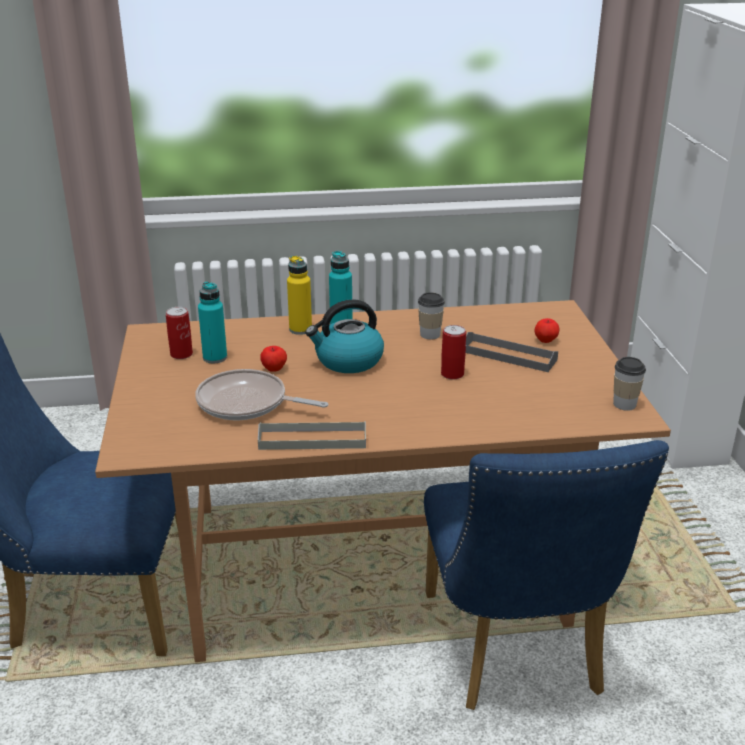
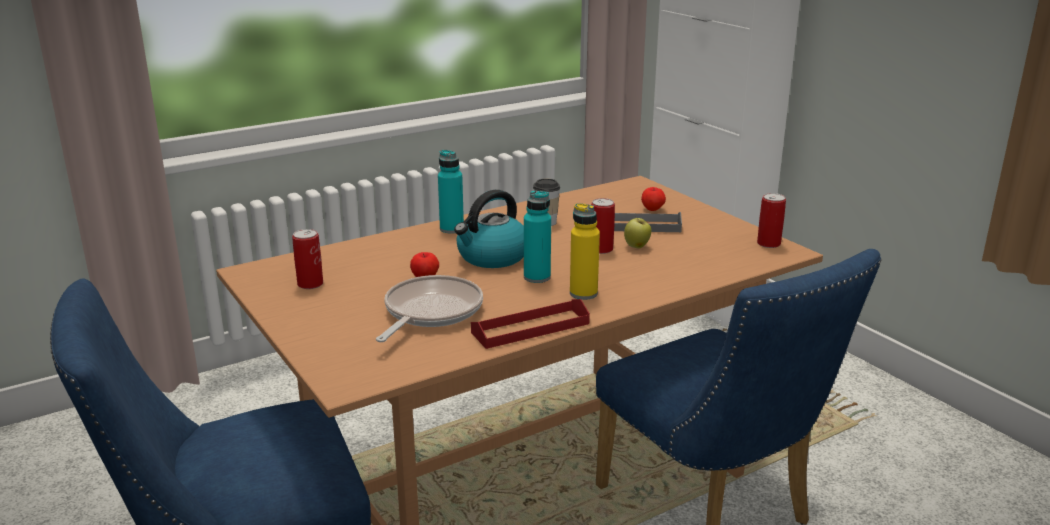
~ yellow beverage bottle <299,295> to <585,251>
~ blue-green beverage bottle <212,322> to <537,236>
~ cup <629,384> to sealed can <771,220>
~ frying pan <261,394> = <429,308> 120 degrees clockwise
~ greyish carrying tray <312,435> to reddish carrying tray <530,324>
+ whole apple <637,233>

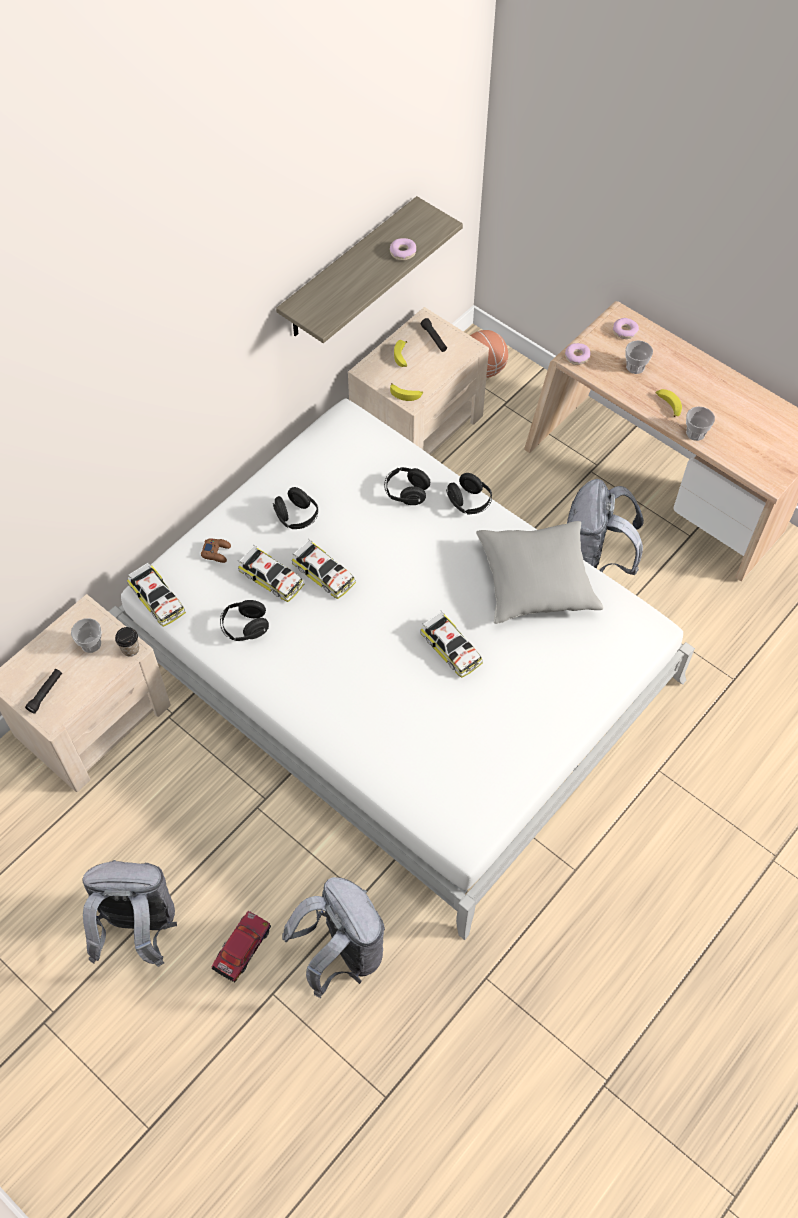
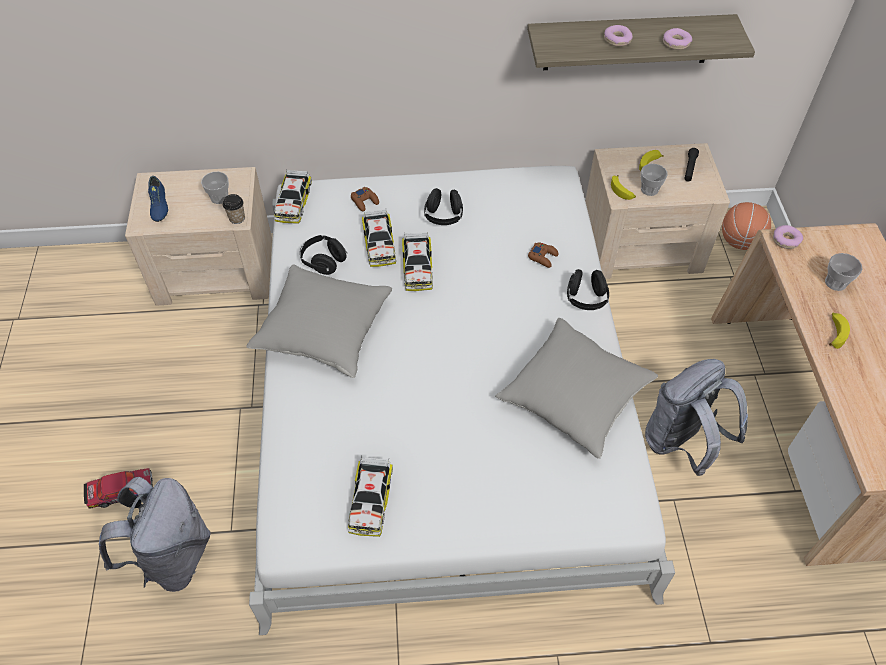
~ donut <626,328> to <618,35>
~ cup <700,423> to <654,180>
~ blackish headset <407,486> to brownish joypad <543,255>
~ model car <451,644> to <370,496>
~ blackish hand torch <43,691> to bluish shoe <158,199>
- greyish backpack <129,913>
+ greyish throw pillow <319,321>

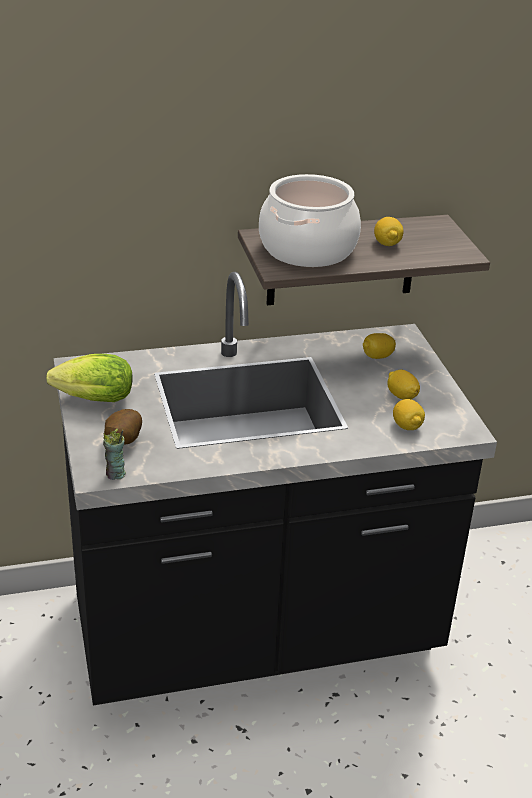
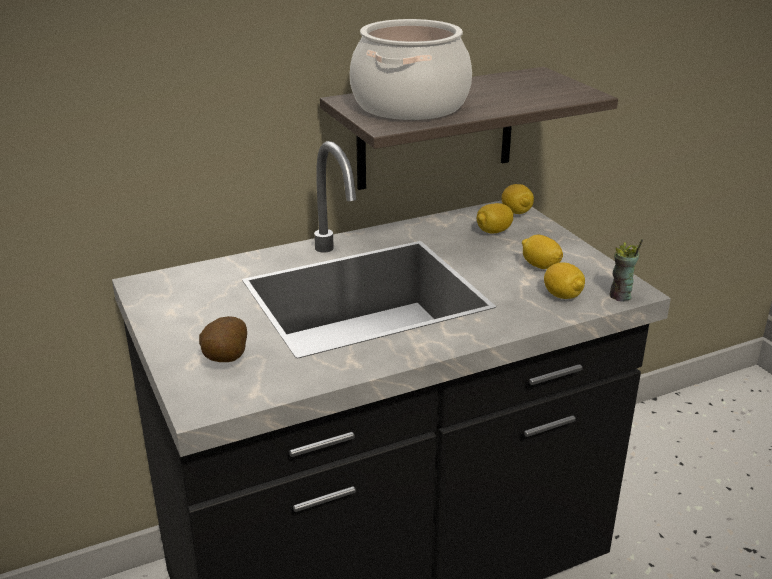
~ whole lemon <389,231> to <518,199>
- lettuce <89,378>
~ cup <114,454> to <626,270>

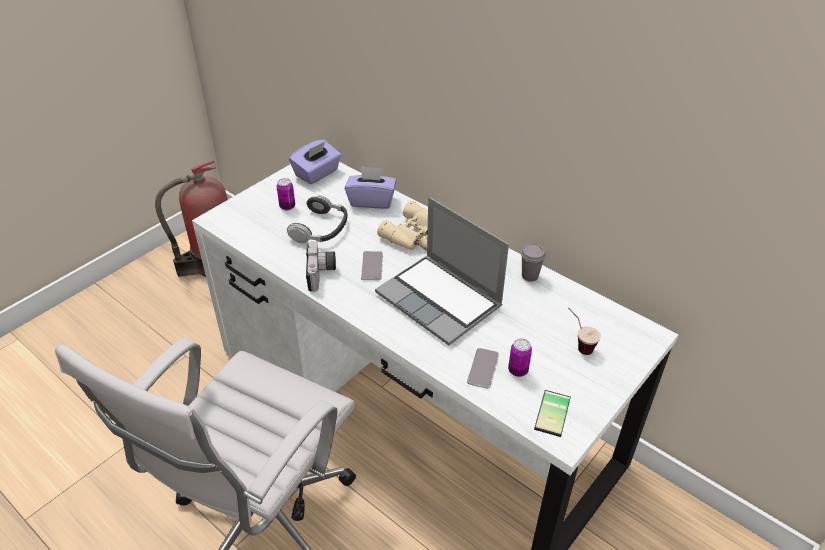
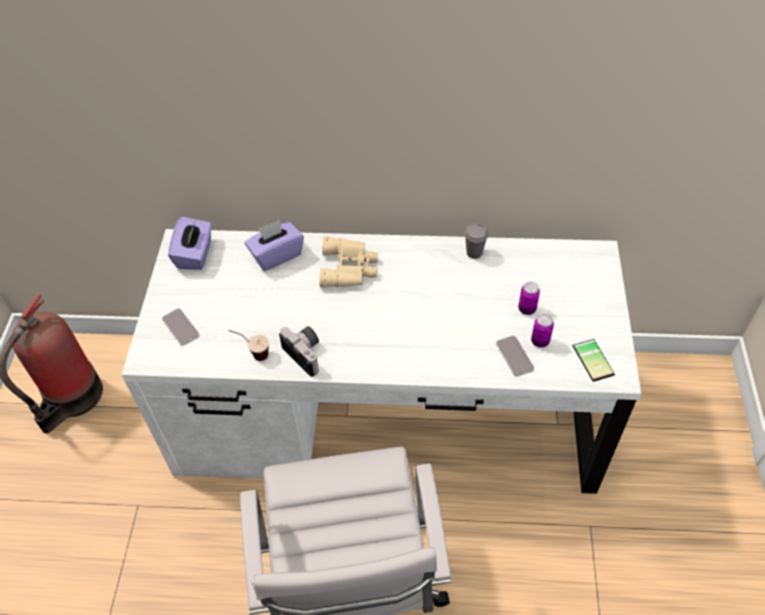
~ sealed can <285,194> to <529,298>
- headset <317,219>
- notebook computer <442,271>
~ phone <372,265> to <180,327>
~ cup <584,331> to <248,345>

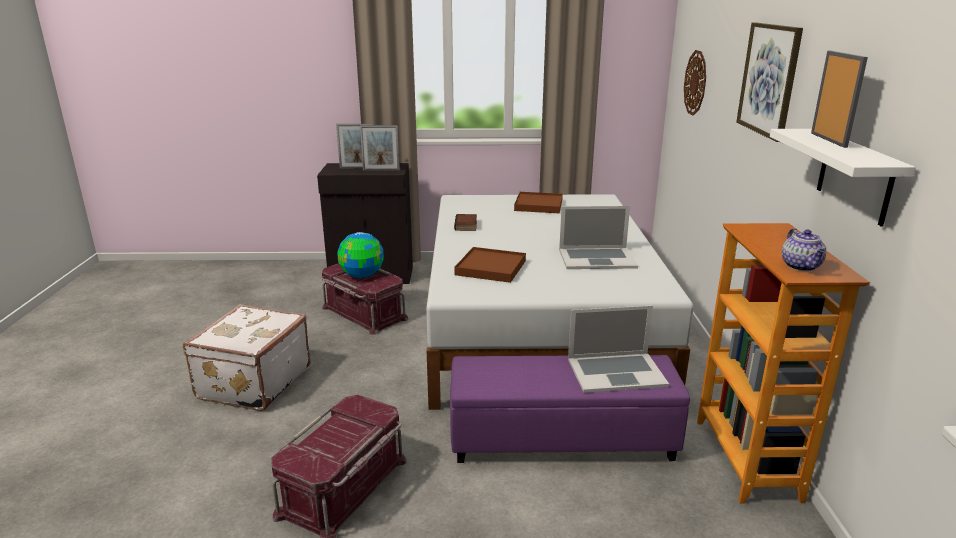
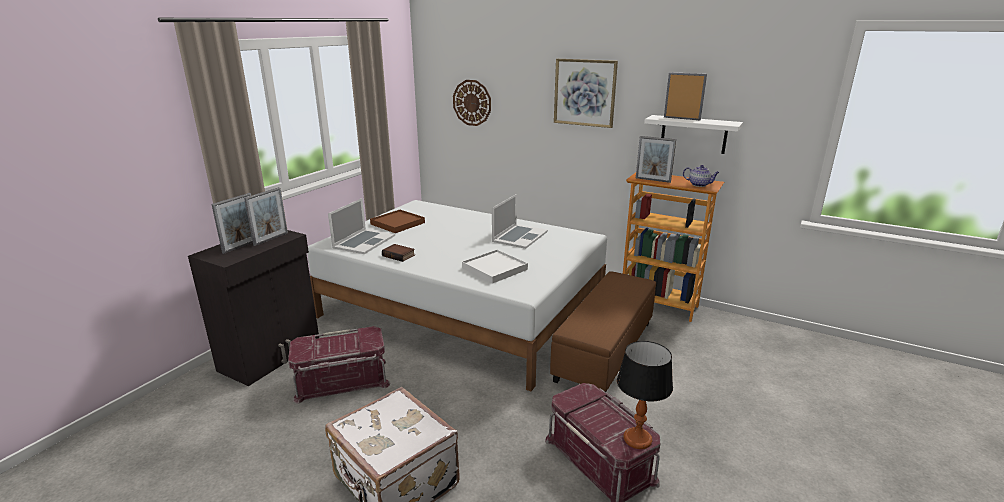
- world globe <360,255>
~ brownish carrying tray <490,265> to white carrying tray <495,267>
~ notebook computer <618,349> to <361,226>
~ purple ottoman <570,409> to brownish ottoman <603,331>
+ picture frame <656,159>
+ table lamp <645,395>

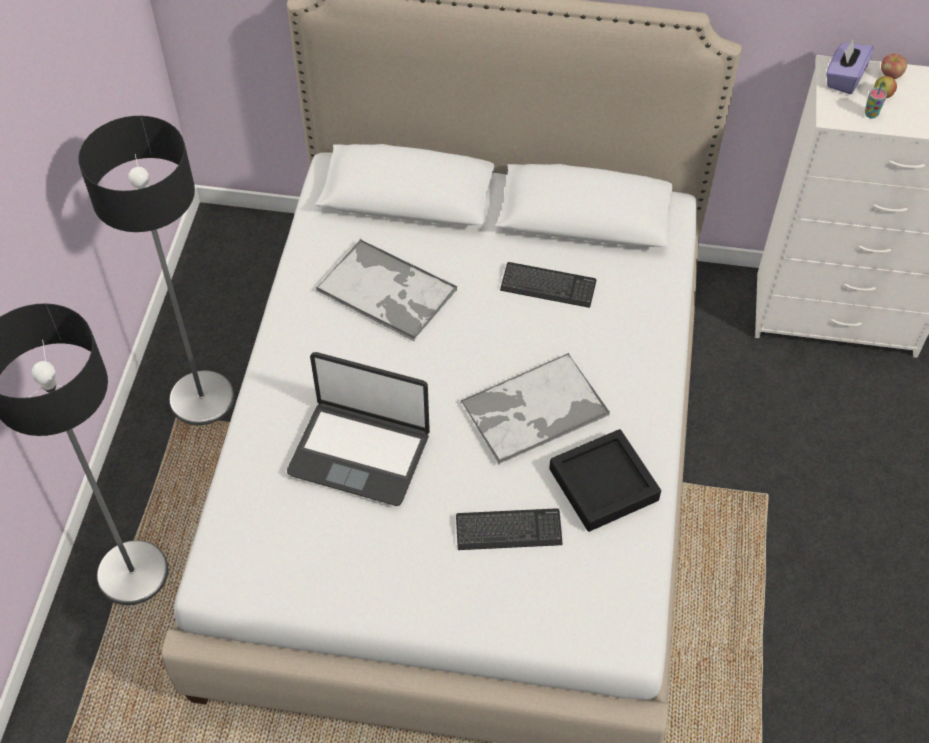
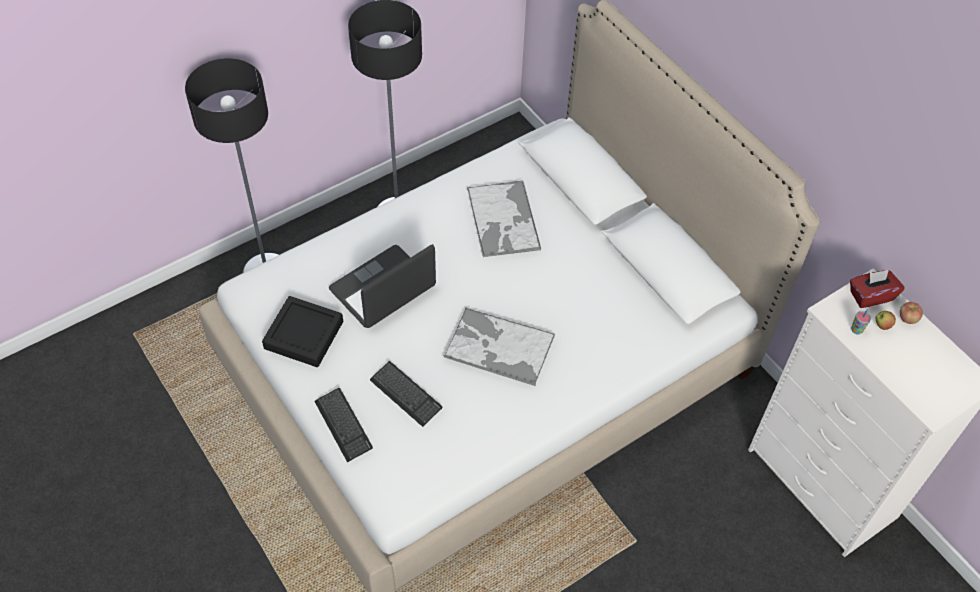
~ purple box of tissues <850,67> to reddish box of tissues <877,289>
~ keyboard <548,285> to <343,425>
~ notebook computer <358,429> = <382,286> 75 degrees clockwise
~ blackish carrying tray <605,480> to <302,331>

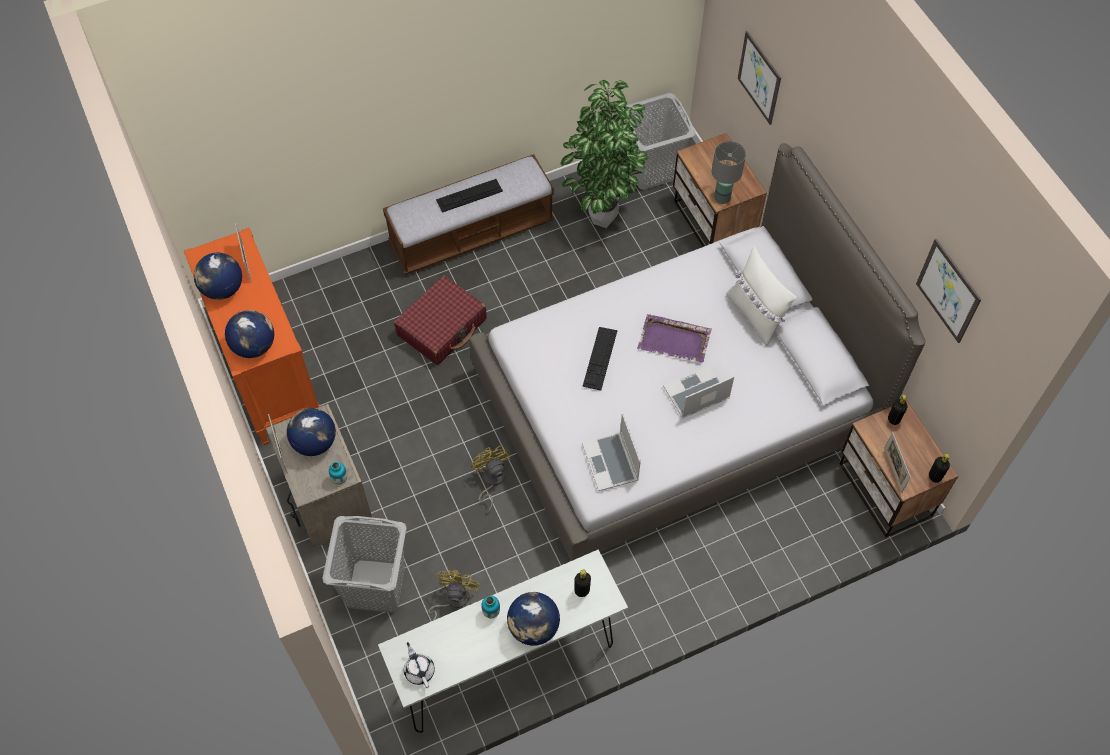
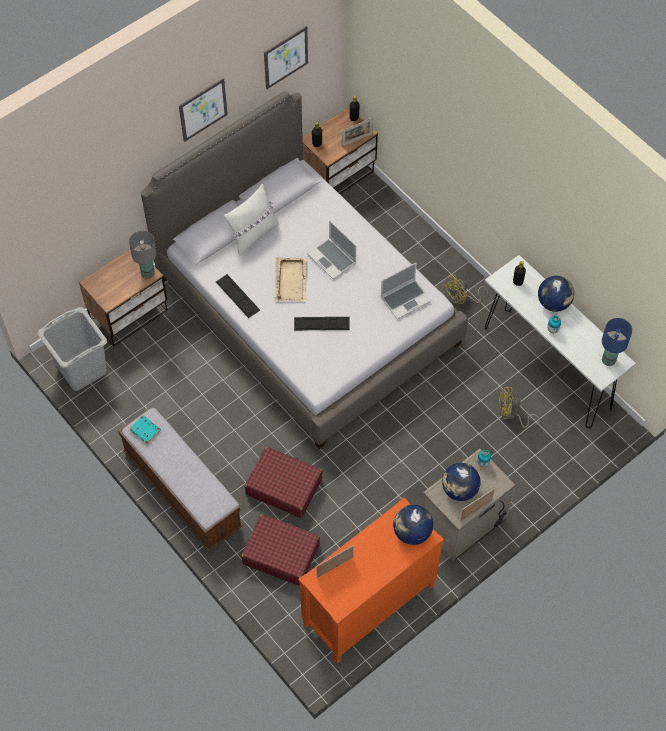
~ wall picture <759,78> to <203,110>
- houseplant <604,154>
~ keyboard <469,196> to <238,296>
- world globe <218,276>
~ purple carrying tray <674,338> to sand-coloured carrying tray <290,279>
~ yellow cooling fan <490,479> to <465,289>
- greyish hamper <364,564>
~ white pot for tea <419,665> to bluish table lamp <617,342>
+ blue-green bound book <145,429>
+ reddish piece of luggage <280,550>

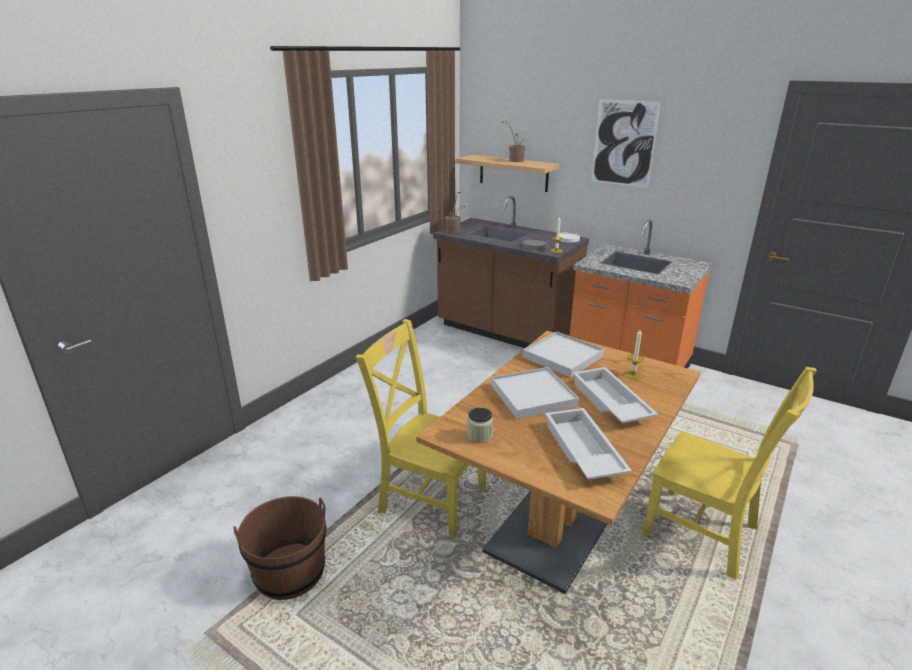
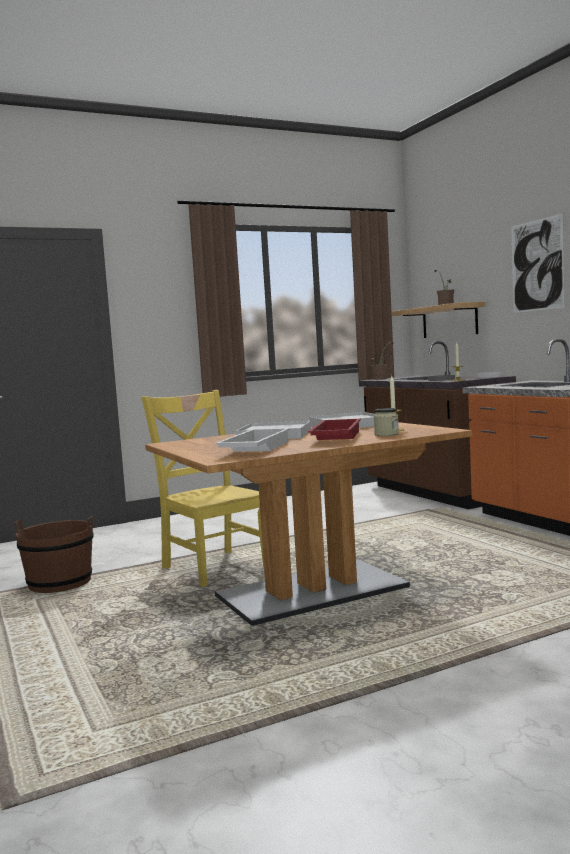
~ white carrying tray <615,395> to reddish carrying tray <334,429>
- yellow chair <729,473>
~ storage jar <480,425> to <386,422>

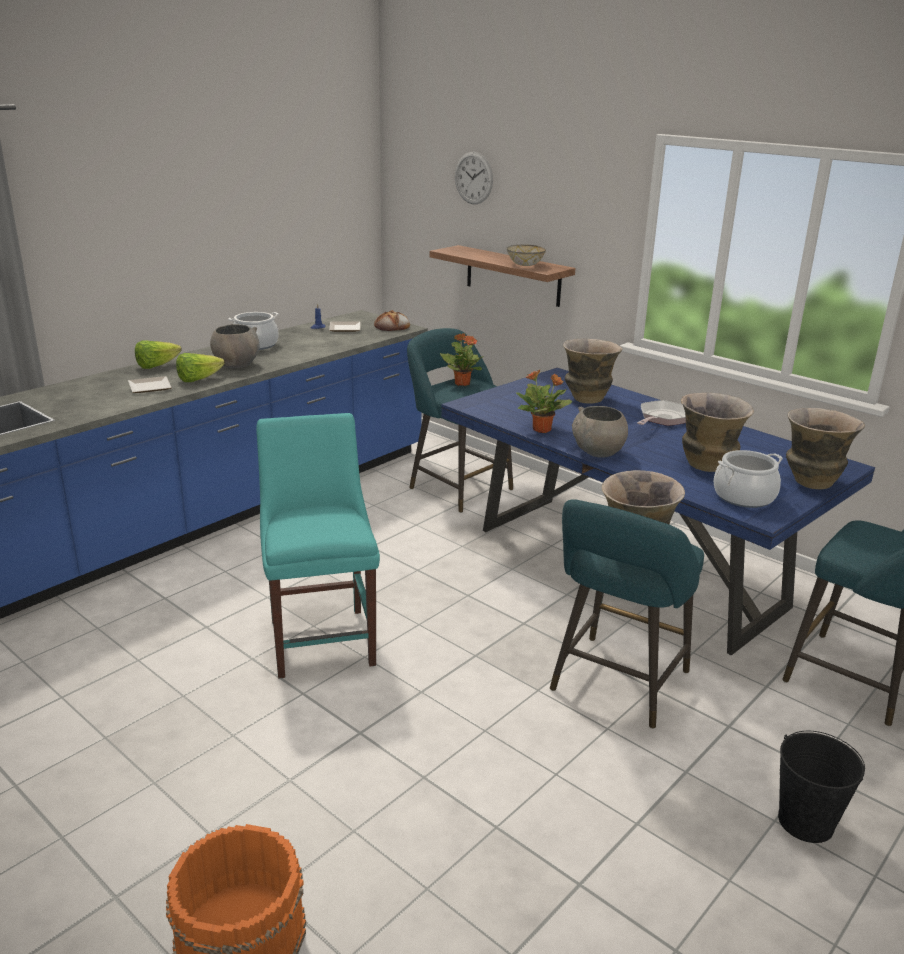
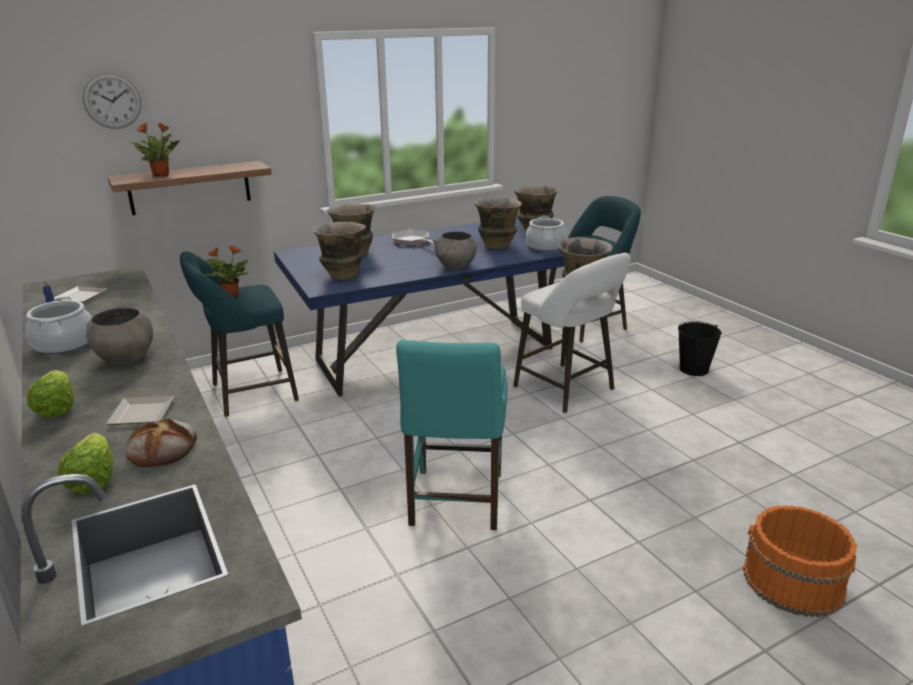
- deep dish <526,255>
~ baked bread <392,320> to <161,442>
~ lettuce <200,367> to <85,463>
~ houseplant <544,401> to <155,150>
~ blue-green chair <318,546> = <452,435> 90 degrees counterclockwise
~ blue-green stool seat <627,614> to white stool seat <572,333>
+ decorative vase <339,251>

